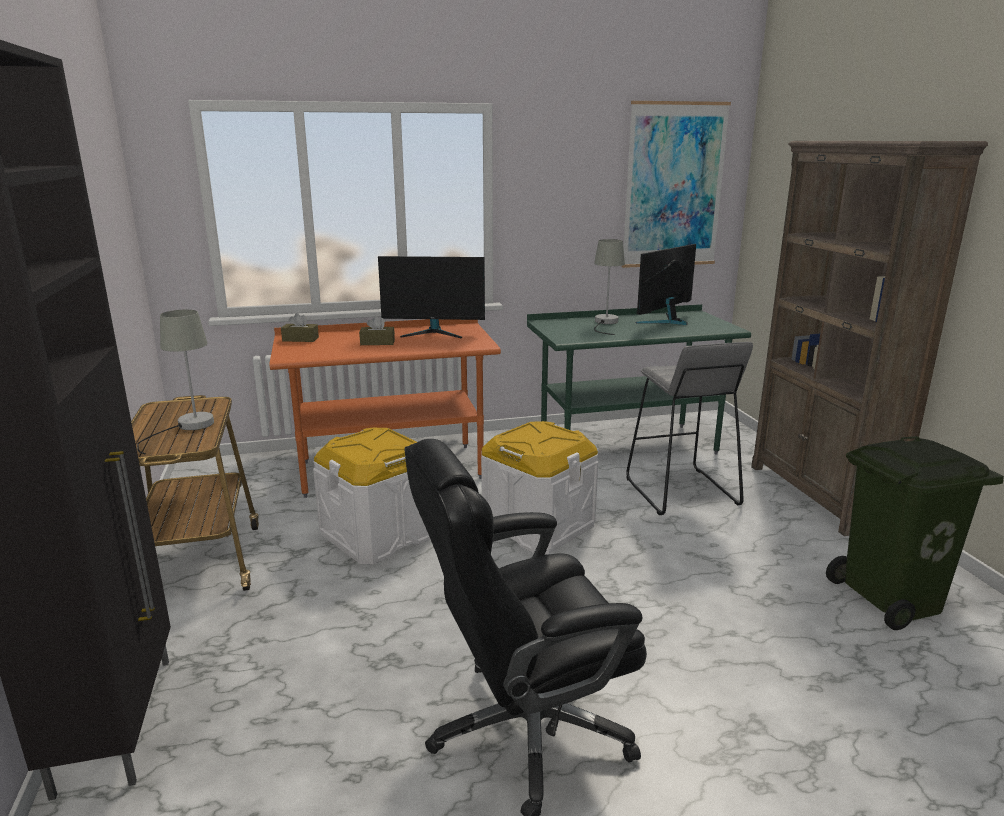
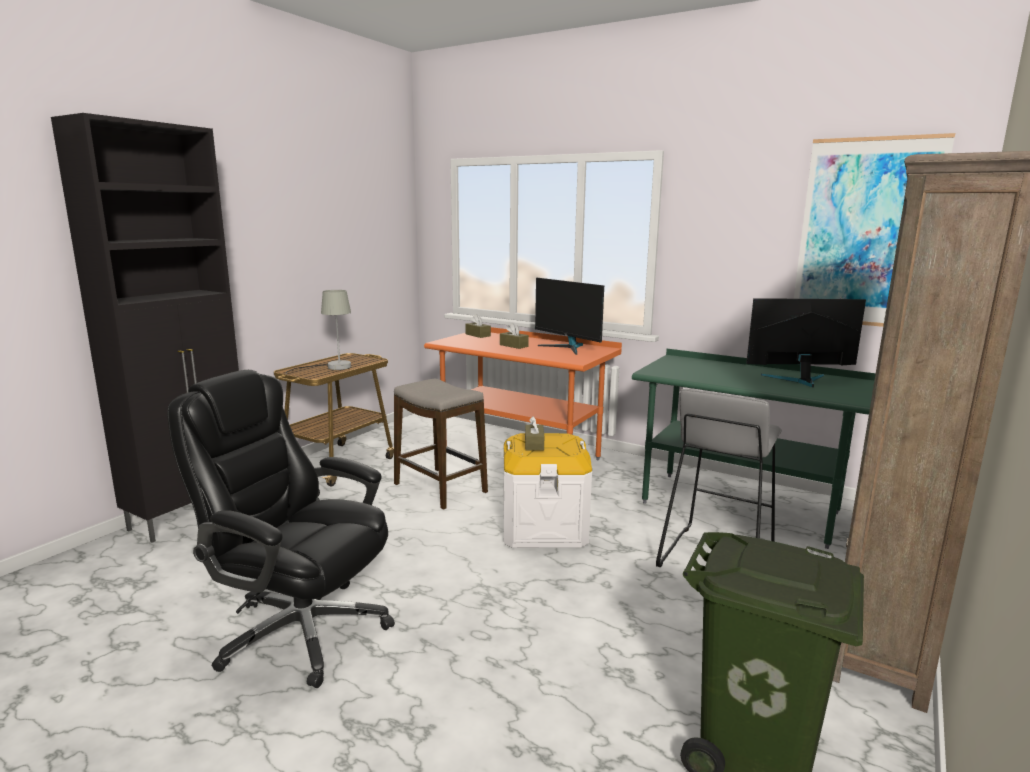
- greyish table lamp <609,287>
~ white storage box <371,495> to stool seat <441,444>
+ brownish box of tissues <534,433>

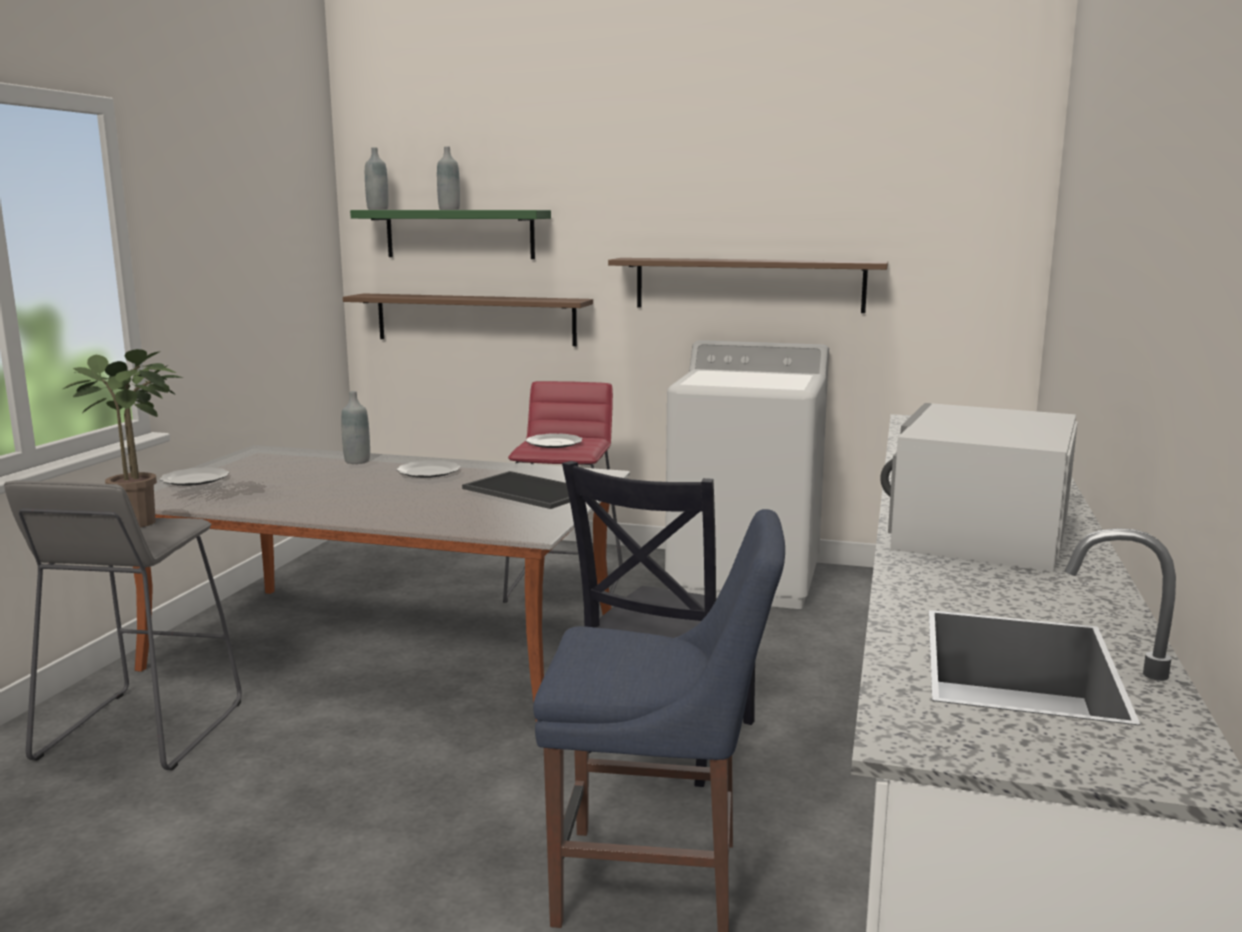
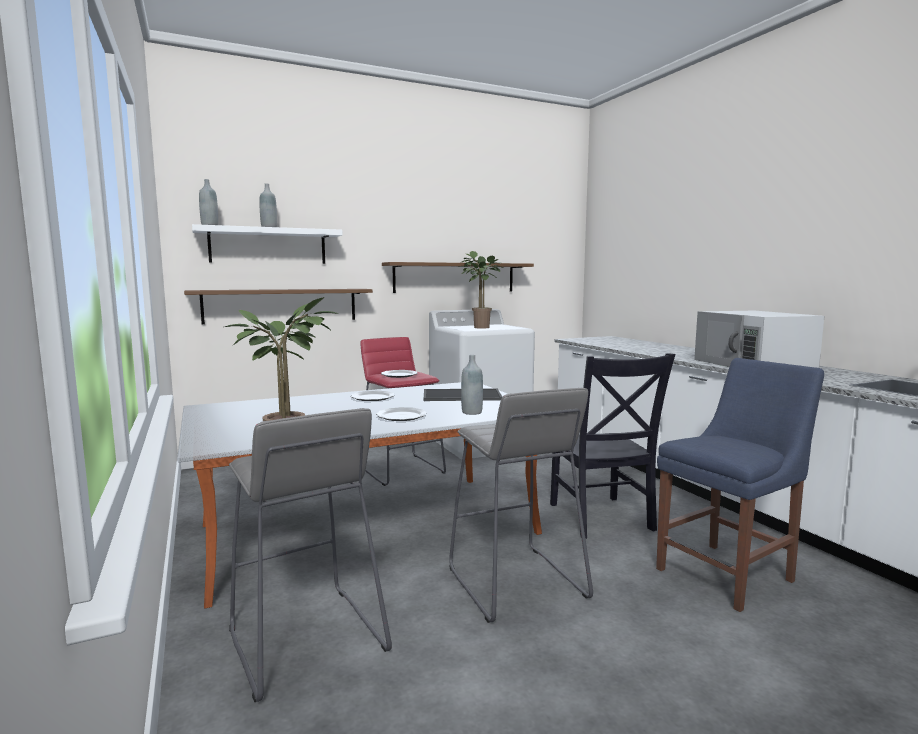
~ green-coloured bracket shelf <450,234> to white bracket shelf <267,244>
~ greyish beverage bottle <355,427> to <472,385>
~ dinner plate <194,476> to <401,414>
+ houseplant <480,289>
+ greyish stool seat <521,505>

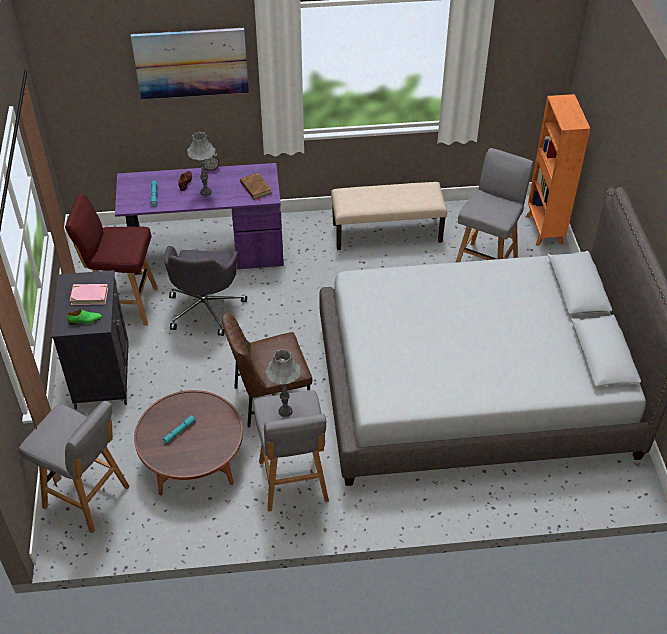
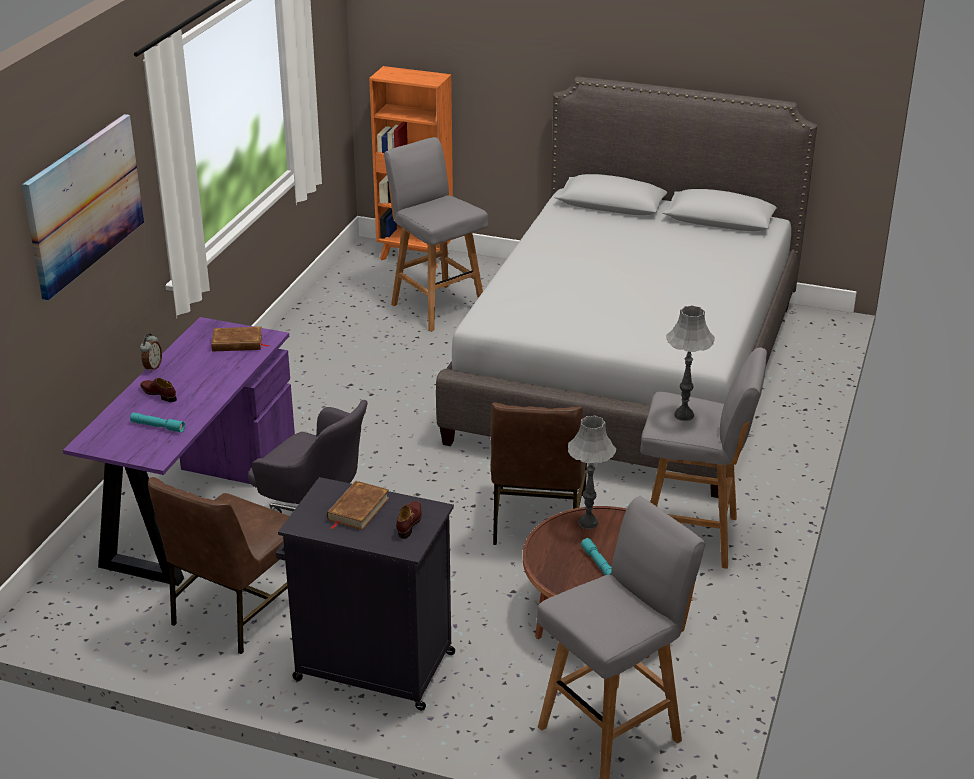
~ greyish table lamp <201,164> to <592,472>
- sand-coloured bench <389,216>
~ reddish stool seat <111,260> to brownish chair <218,565>
~ pink-coloured bound book <88,294> to brownish bound book <358,505>
~ green-coloured shoe <84,317> to brownish shoe <408,520>

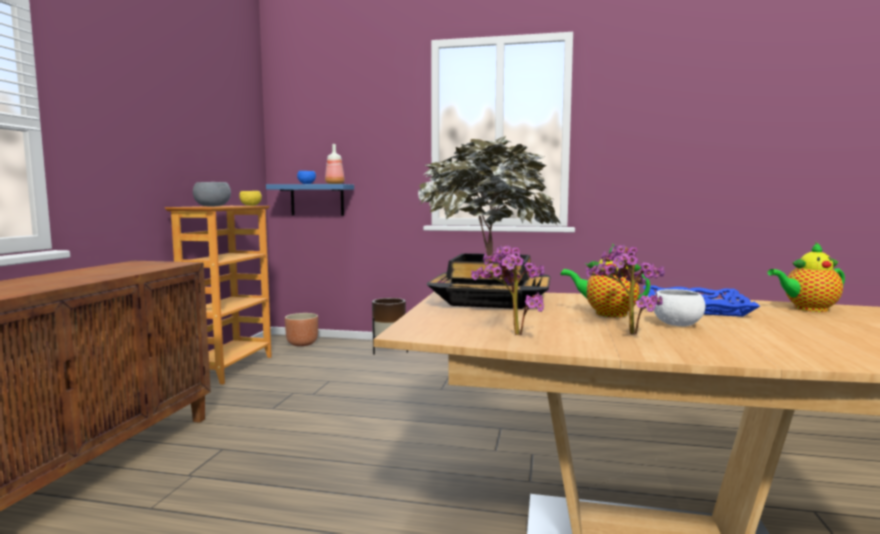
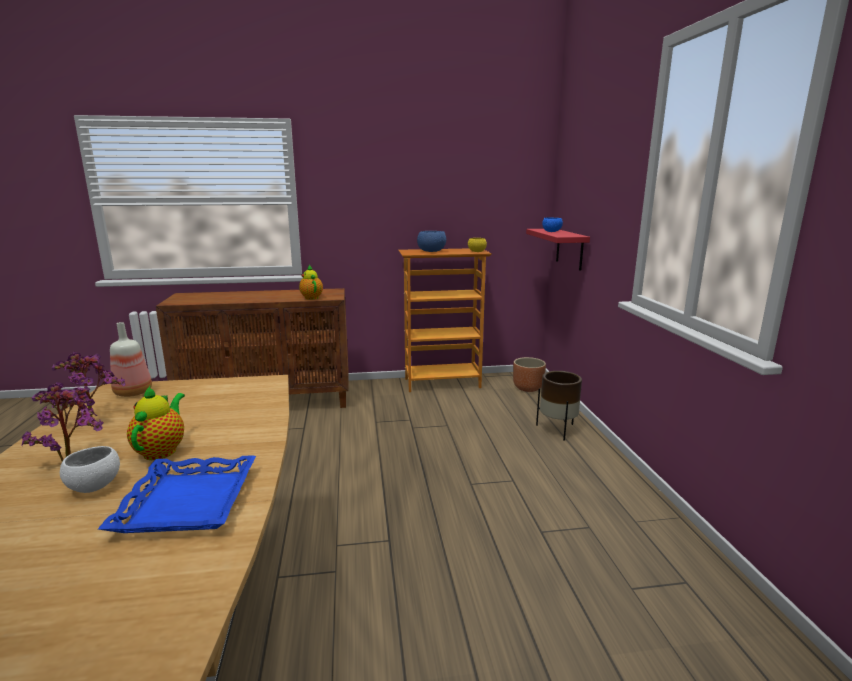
- houseplant <489,222>
~ beverage bottle <335,164> to <131,359>
~ greyish deep dish <212,194> to bluish deep dish <431,241>
~ bluish bracket shelf <310,200> to reddish bracket shelf <558,250>
~ pot for tea <806,277> to <311,282>

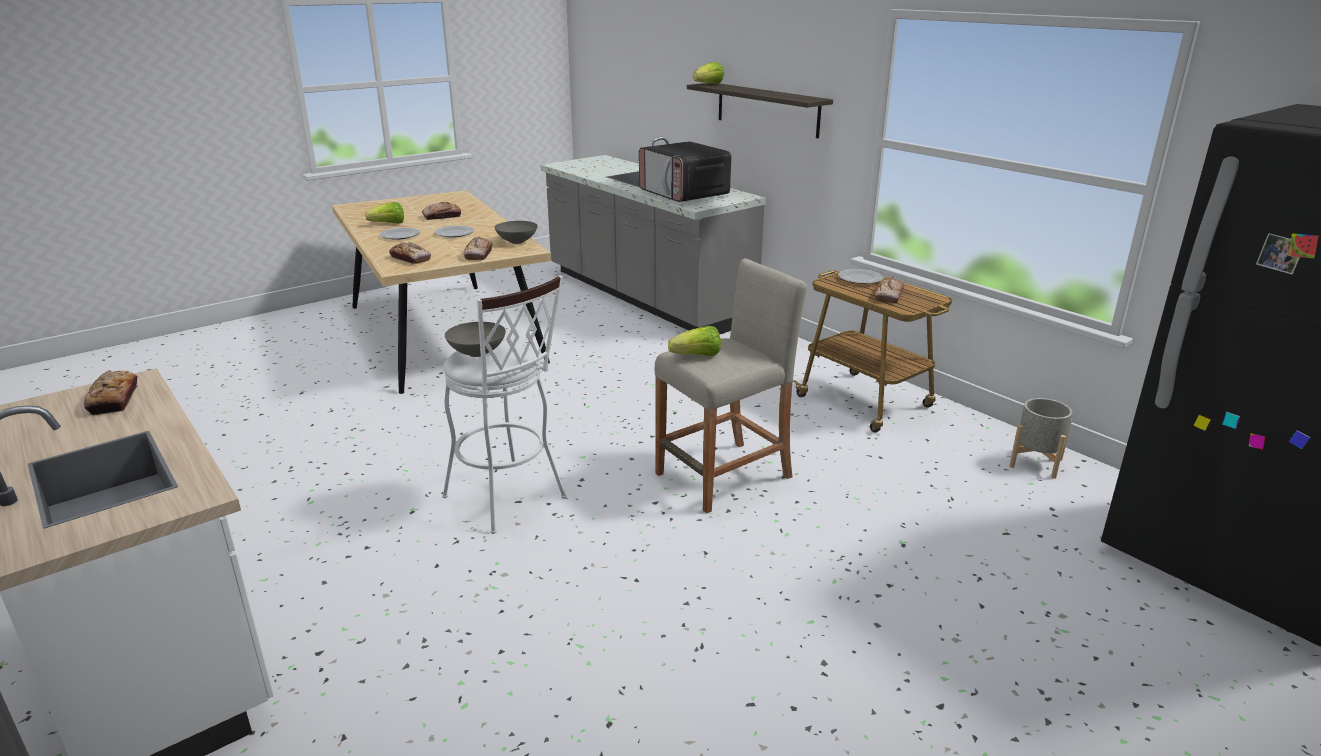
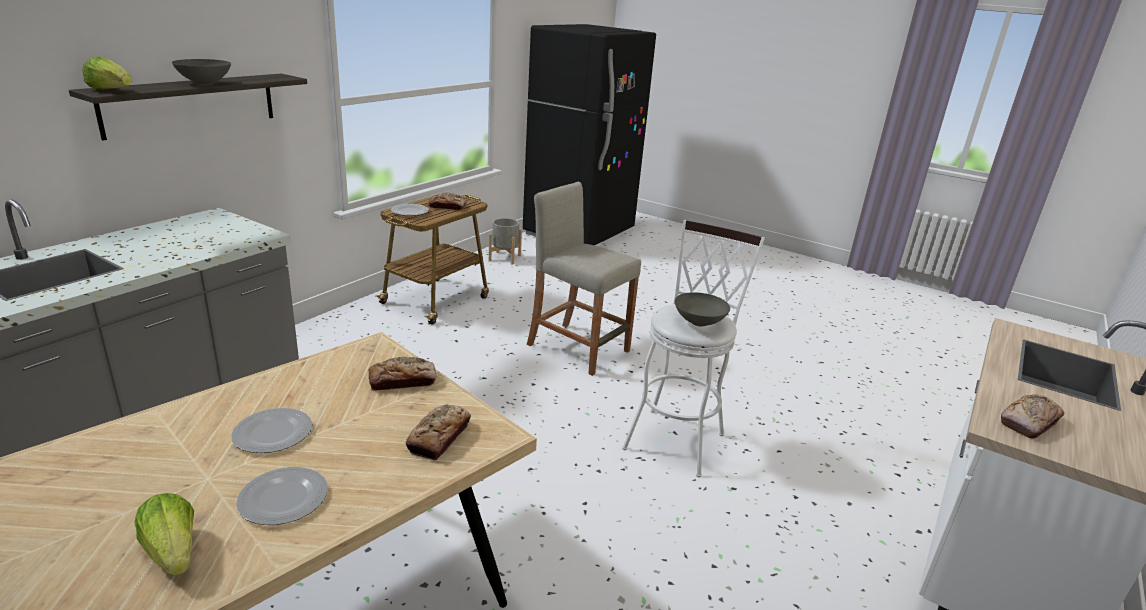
- microwave <685,171>
- baked bread <441,211>
~ greyish deep dish <516,232> to <201,72>
- lettuce <694,341>

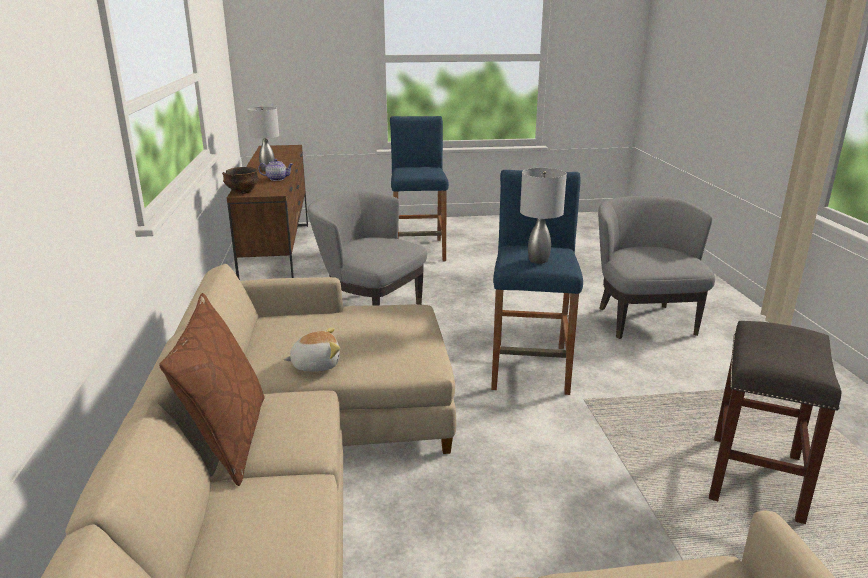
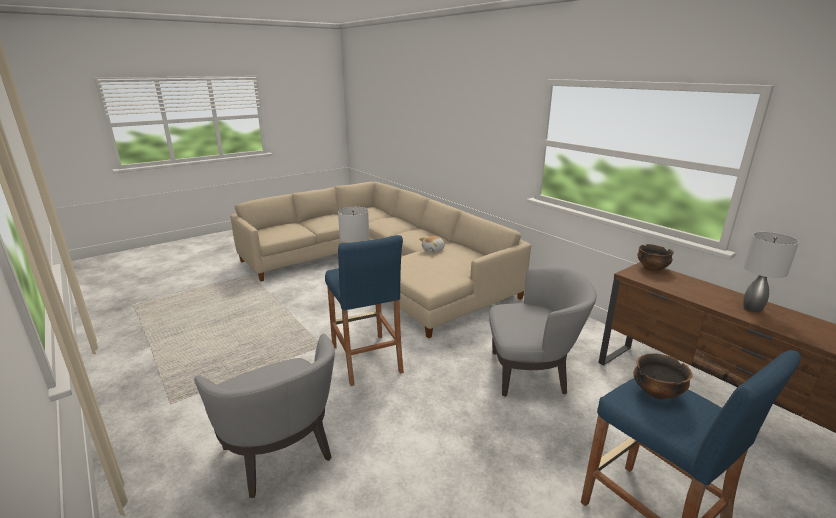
- pot for tea <275,170>
- brownish throw pillow <212,389>
- greyish stool seat <775,422>
+ deep dish <663,376>

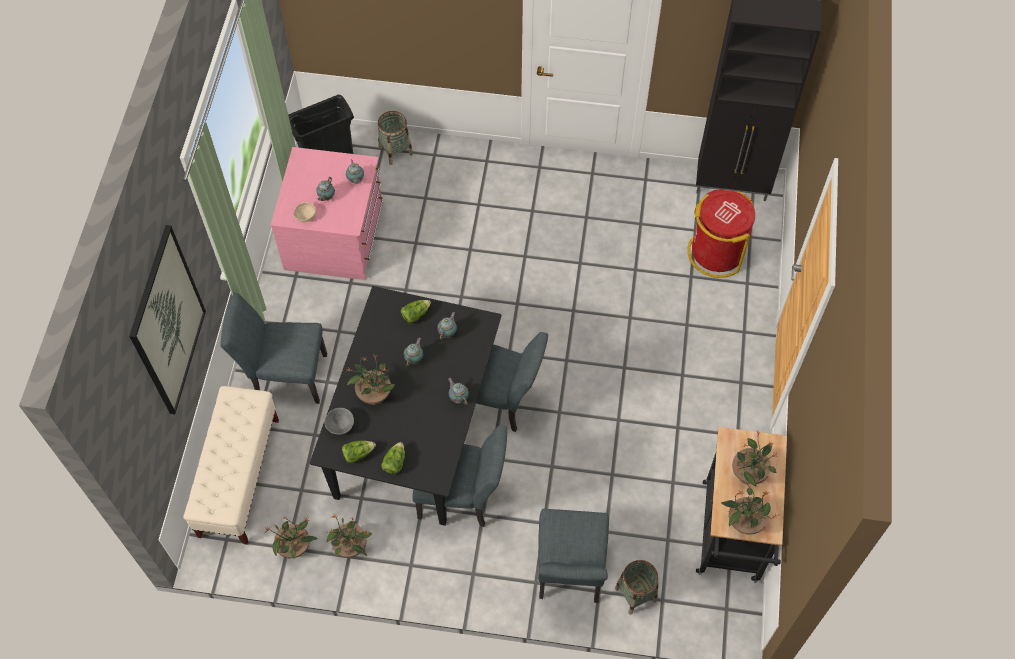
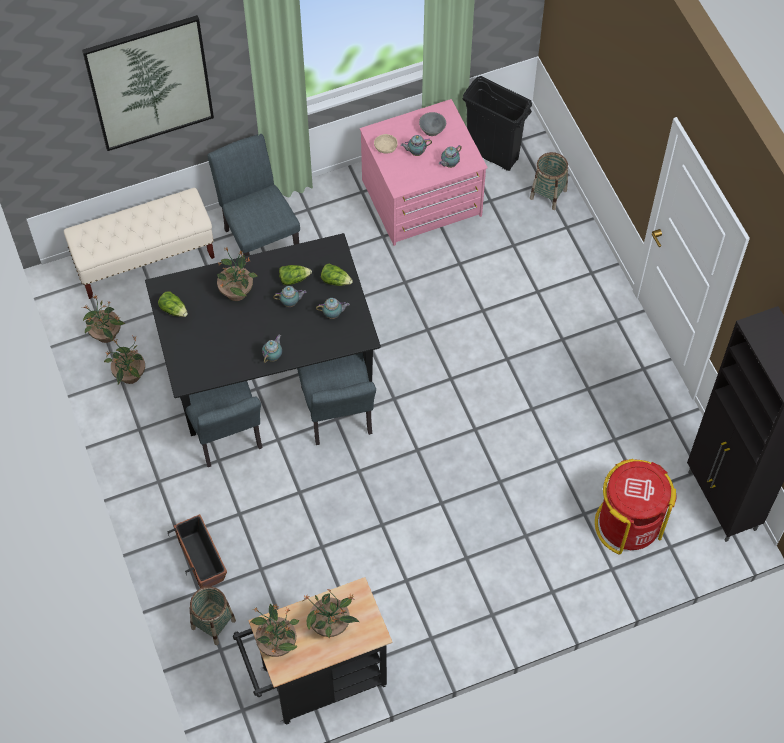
~ greyish deep dish <339,421> to <432,124>
~ lettuce <393,458> to <295,275>
~ greyish chair <573,556> to plant pot <197,551>

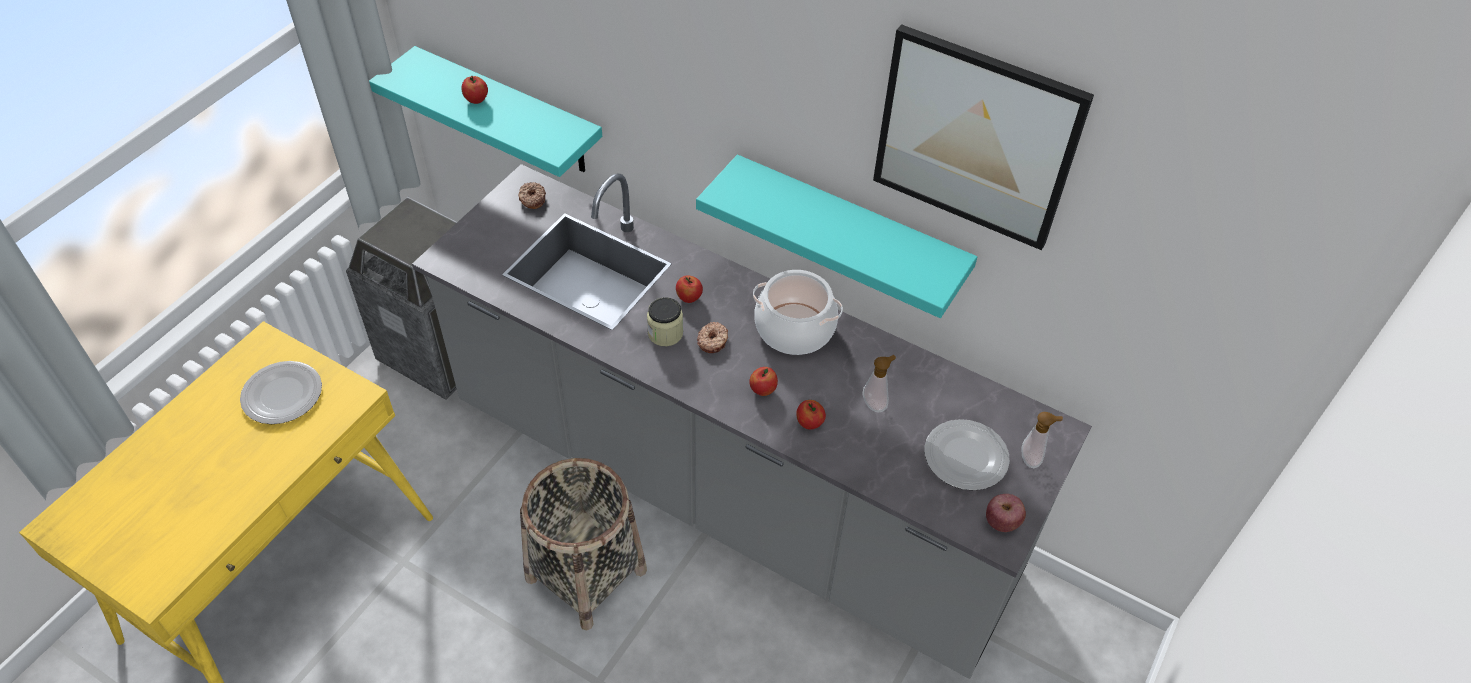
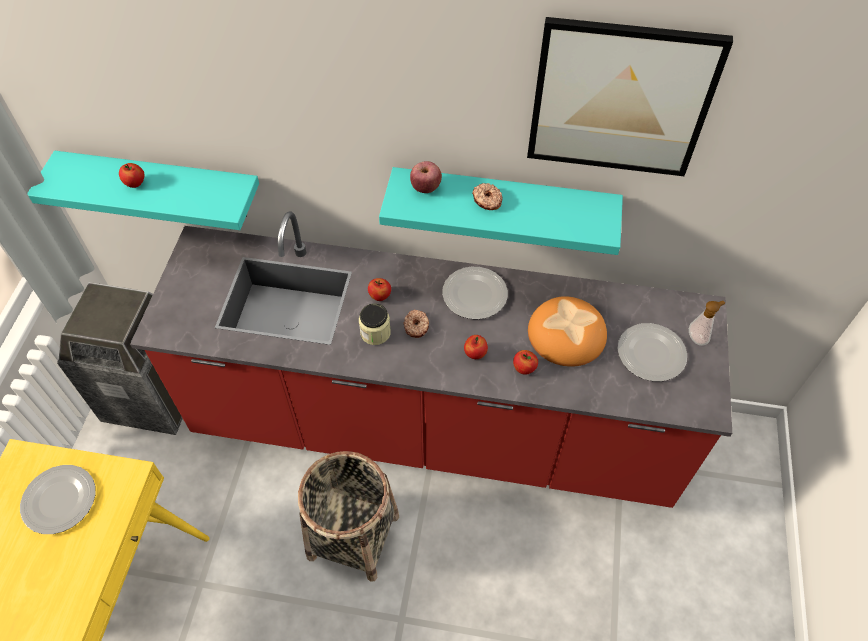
~ greyish counter <752,421> to reddish counter <431,359>
~ donut <532,195> to <487,196>
~ saucepot <798,312> to dinner plate <475,293>
~ soap bottle <879,383> to baked bread <567,331>
~ whole apple <1006,513> to <426,177>

